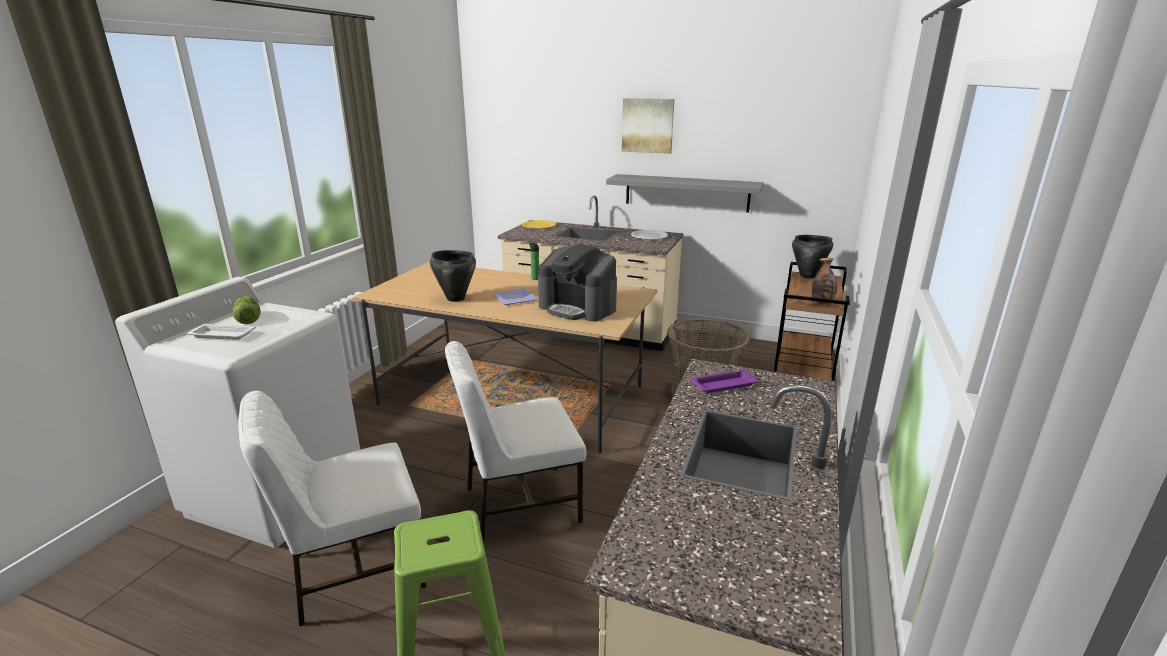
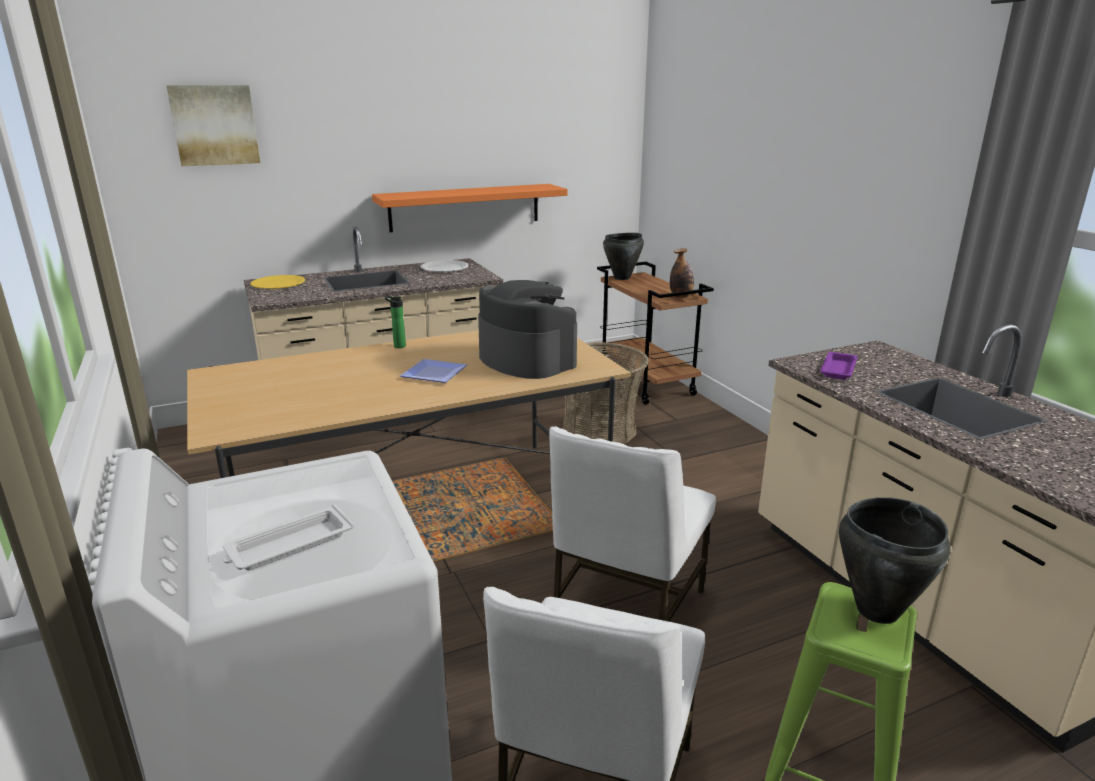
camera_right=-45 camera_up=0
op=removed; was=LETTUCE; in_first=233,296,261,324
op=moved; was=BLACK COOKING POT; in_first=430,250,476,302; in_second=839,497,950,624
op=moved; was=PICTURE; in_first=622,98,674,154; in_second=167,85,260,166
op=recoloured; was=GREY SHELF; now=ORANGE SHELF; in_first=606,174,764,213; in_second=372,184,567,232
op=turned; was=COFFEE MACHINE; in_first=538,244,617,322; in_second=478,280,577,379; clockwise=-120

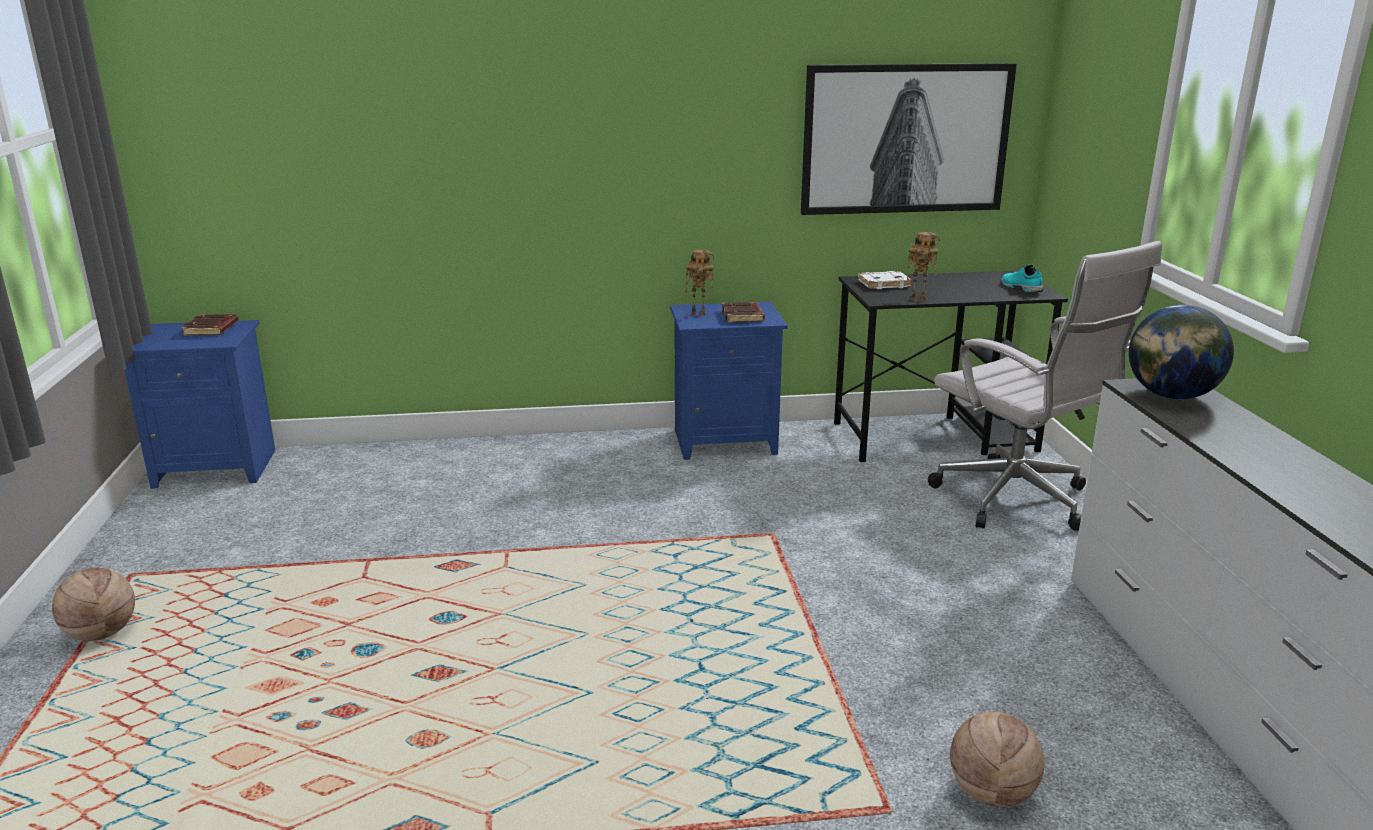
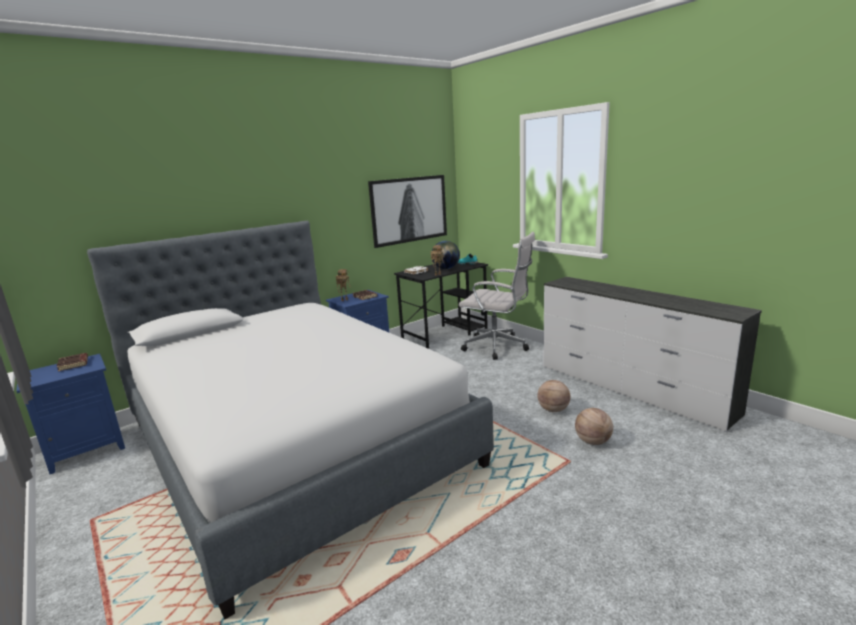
camera_right=-30 camera_up=-5
op=added; now=BED; in_second=87,221,494,620
op=moved; was=BASKETBALL; in_first=52,568,135,641; in_second=537,380,570,412
op=moved; was=GLOBE; in_first=1129,305,1234,399; in_second=432,241,460,269

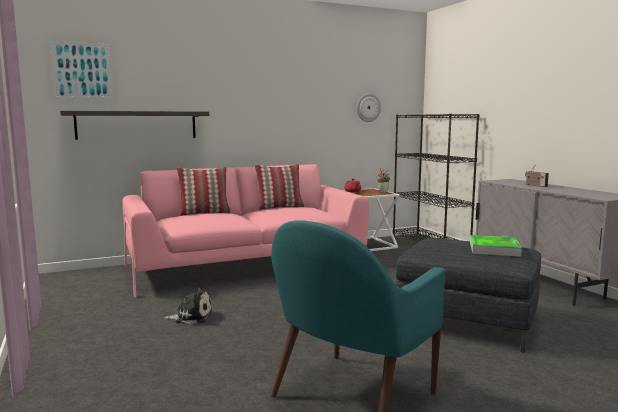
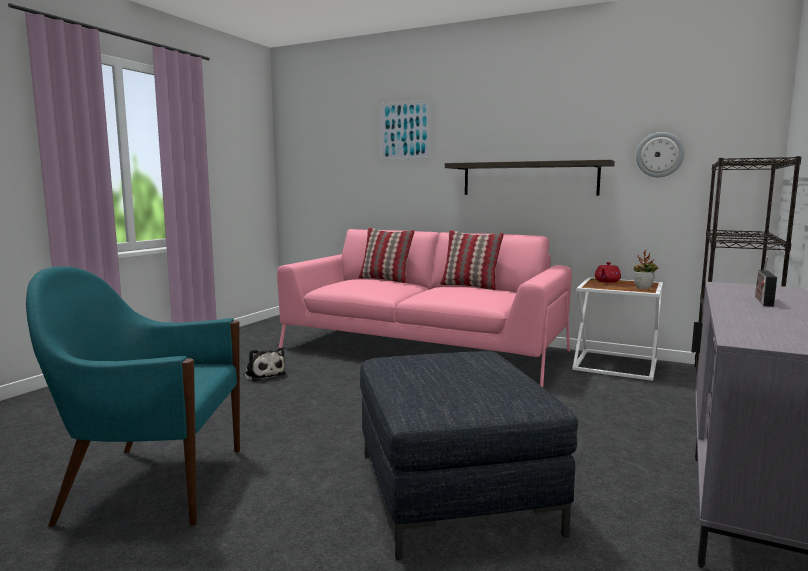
camera_right=50 camera_up=0
op=removed; was=TRAY; in_first=470,235,522,257
op=moved; was=PICTURE; in_first=50,41,113,99; in_second=380,100,431,160
op=moved; was=SHELF; in_first=60,111,209,140; in_second=445,160,615,196

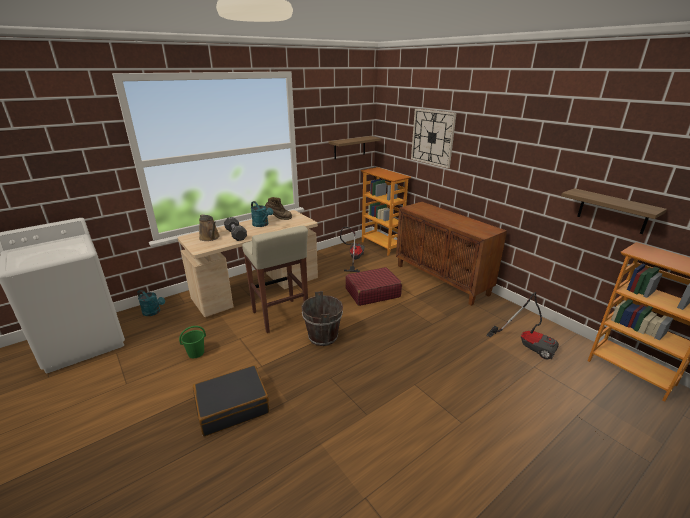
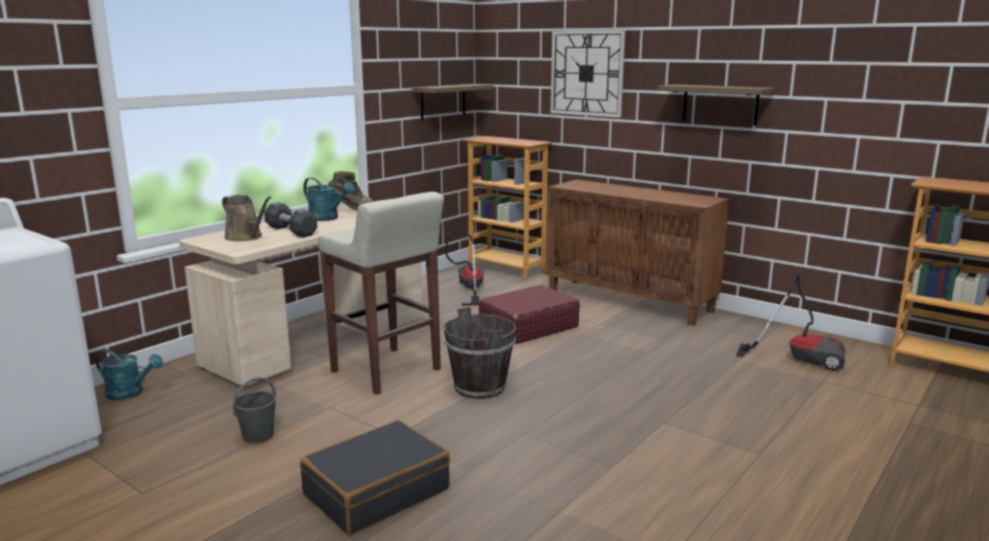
camera_right=-15 camera_up=-10
op=moved; was=SHELF; in_first=561,188,667,234; in_second=658,84,775,125
op=recoloured; was=GREEN BUCKET; now=GREY BUCKET; in_first=179,326,206,358; in_second=233,377,276,443

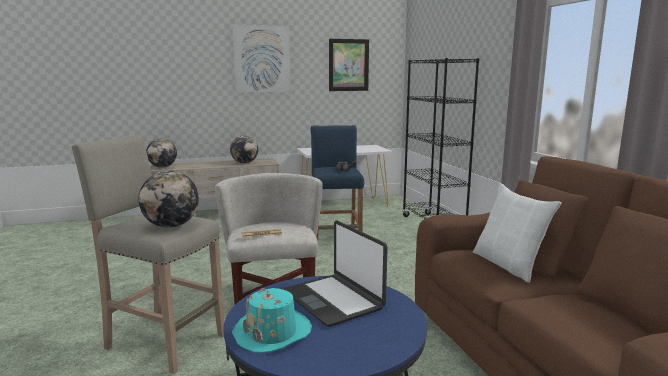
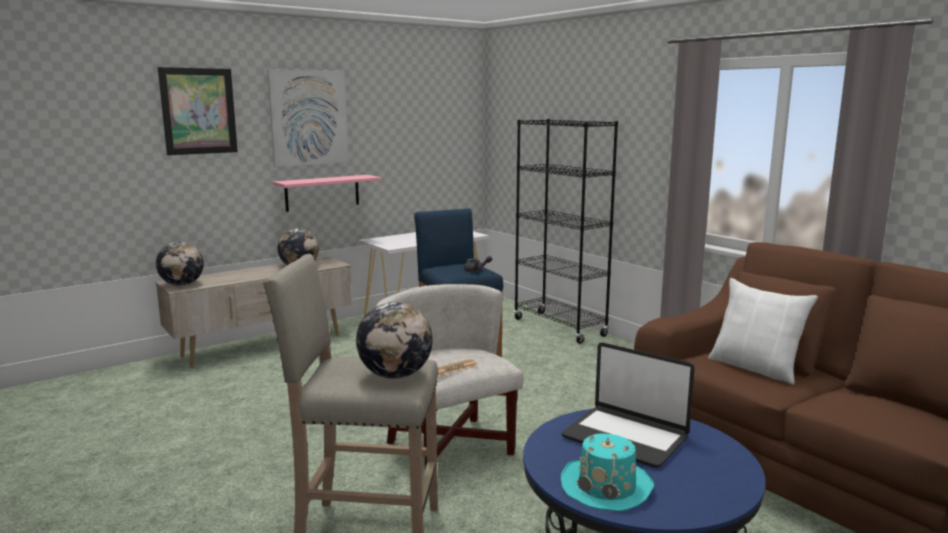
camera_right=-20 camera_up=0
op=added; now=PINK SHELF; in_second=273,175,381,212
op=moved; was=PICTURE; in_first=329,39,369,91; in_second=158,67,238,155

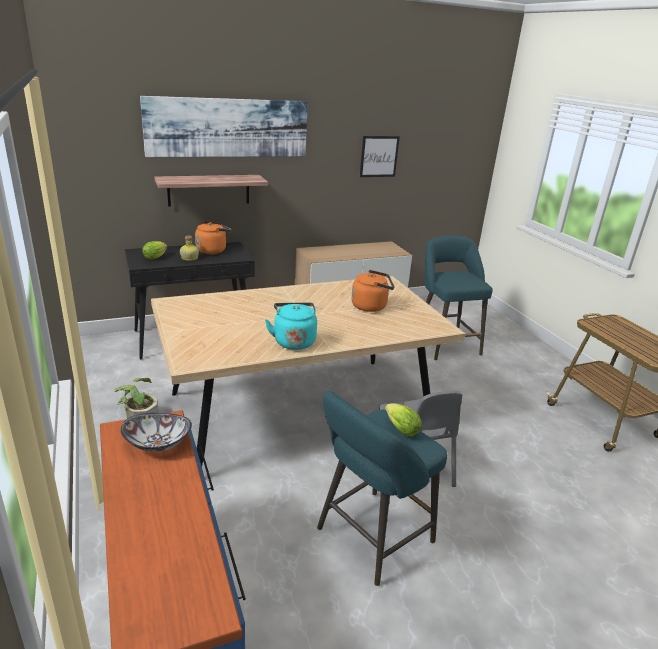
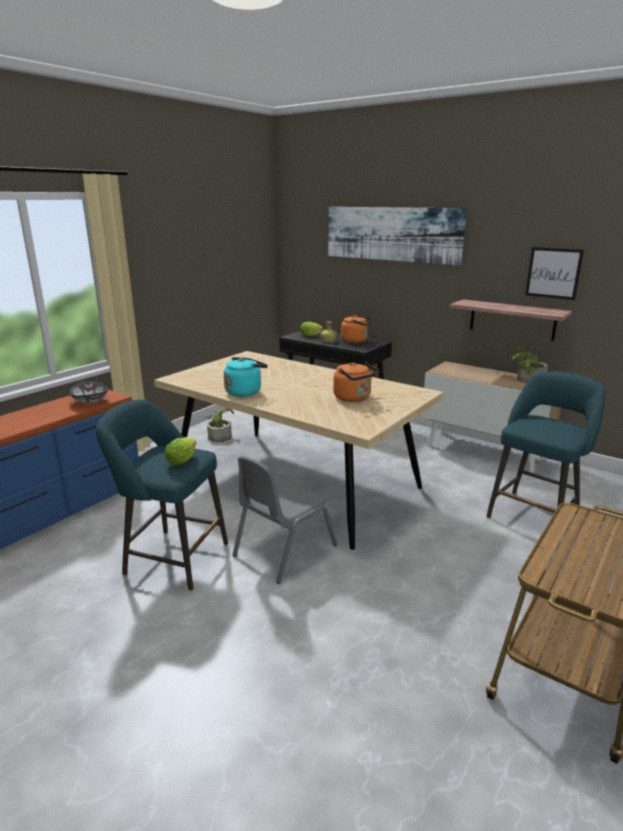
camera_right=60 camera_up=-5
op=added; now=POTTED PLANT; in_second=512,346,548,383
op=moved; was=SHELF; in_first=155,175,268,206; in_second=450,299,572,341

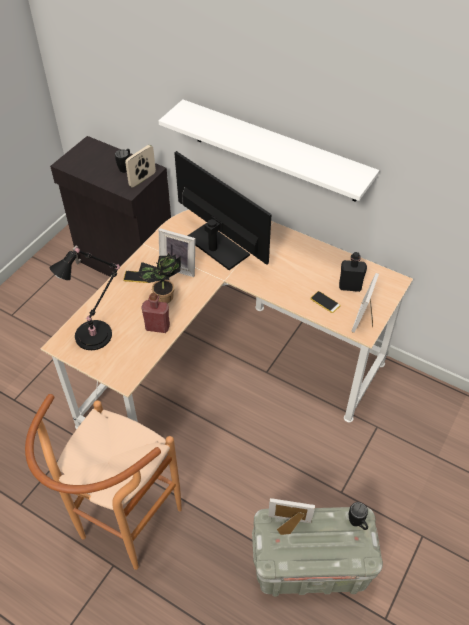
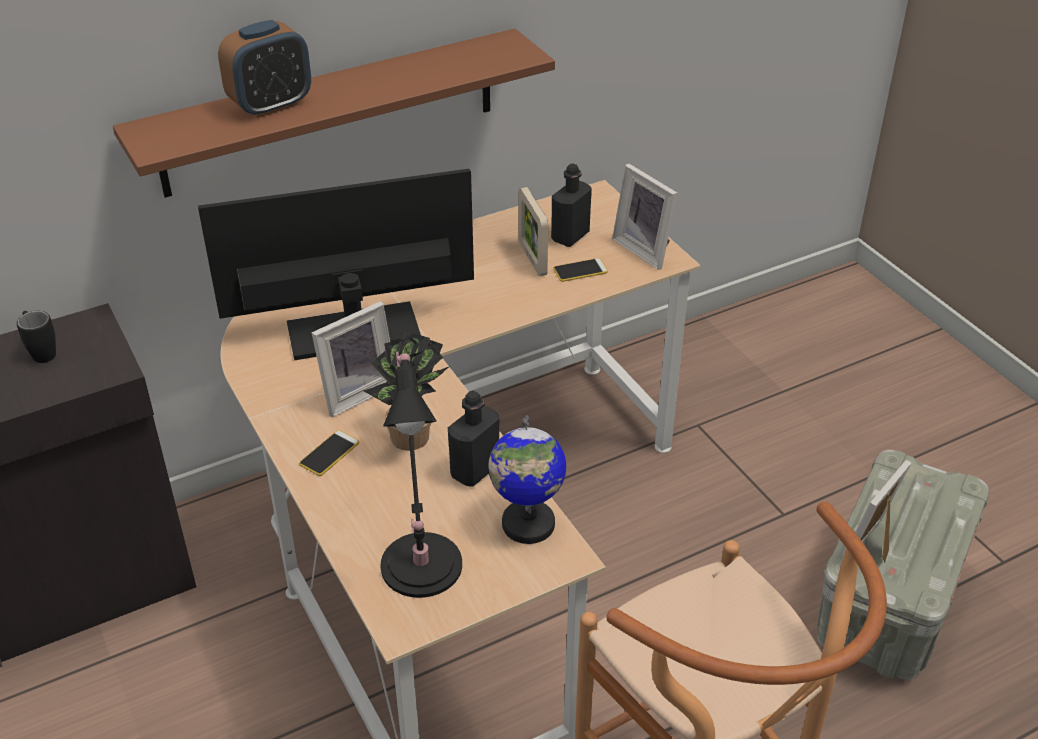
camera_right=-60 camera_up=-10
op=removed; was=BLACK MUG; in_first=349,502,368,530
op=added; now=ALARM CLOCK; in_second=218,20,311,118
op=added; now=GLOBE; in_second=488,415,566,544
op=moved; was=PICTURE FRAME; in_first=125,145,156,188; in_second=519,187,548,276
op=recoloured; was=RED BOTTLE; now=BLACK BOTTLE; in_first=141,293,170,333; in_second=448,390,499,487
op=recoloured; was=WHITE SHELF; now=BROWN SHELF; in_first=159,99,379,202; in_second=113,29,555,198

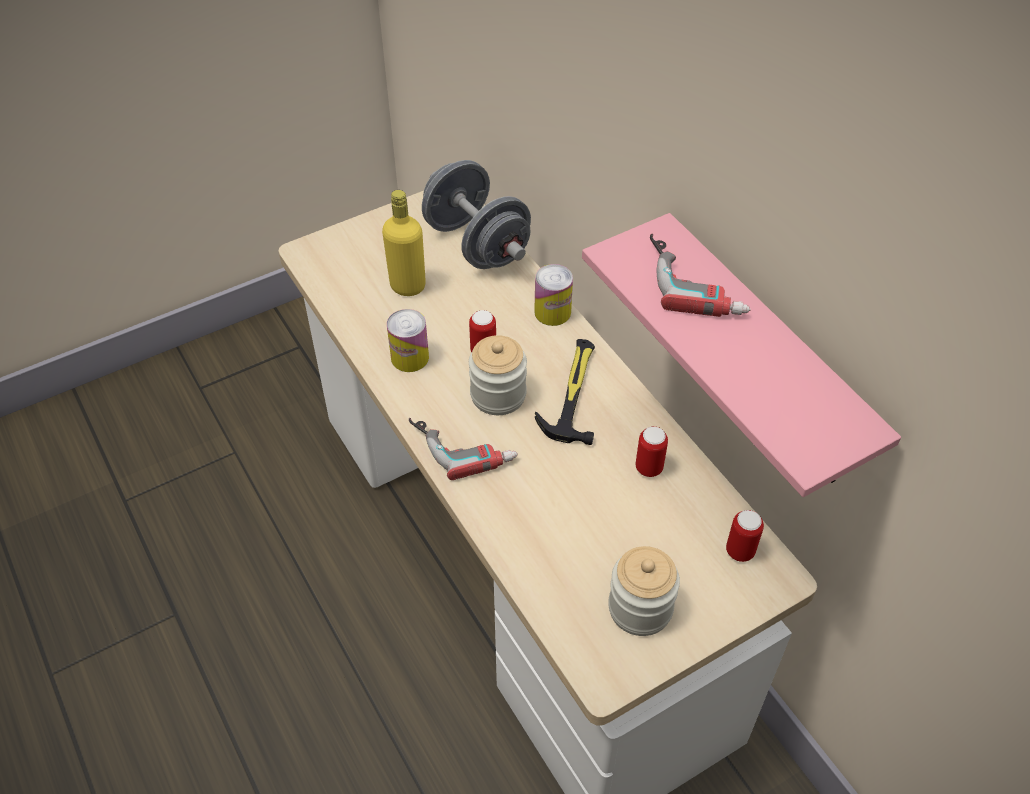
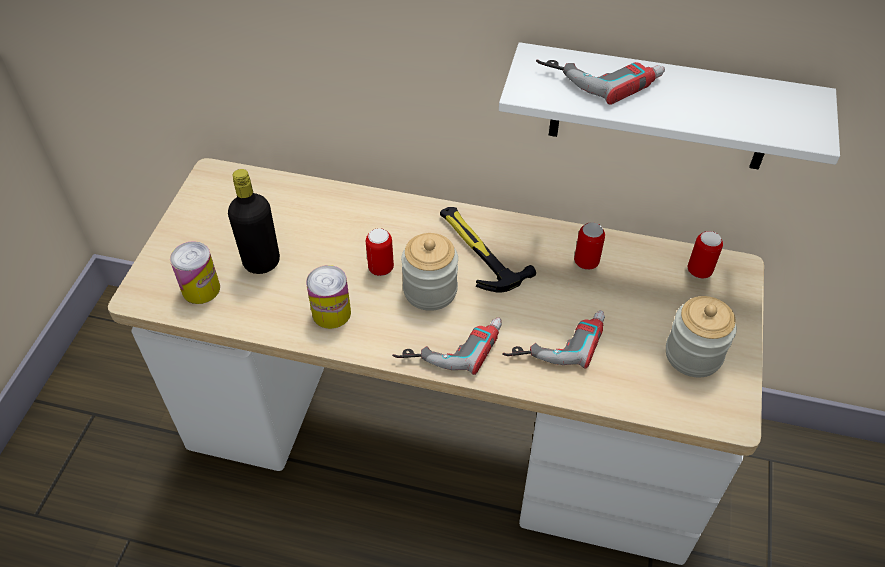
camera_right=-45 camera_up=0
op=removed; was=GREY DUMBBELL; in_first=422,160,531,269
op=added; now=POWER DRILL; in_second=502,310,605,368
op=moved; was=CAN; in_first=534,264,573,326; in_second=170,241,220,304
op=recoloured; was=YELLOW BOTTLE; now=BLACK BOTTLE; in_first=382,190,426,296; in_second=228,169,280,274
op=recoloured; was=PINK SHELF; now=WHITE SHELF; in_first=582,213,901,497; in_second=499,42,840,170

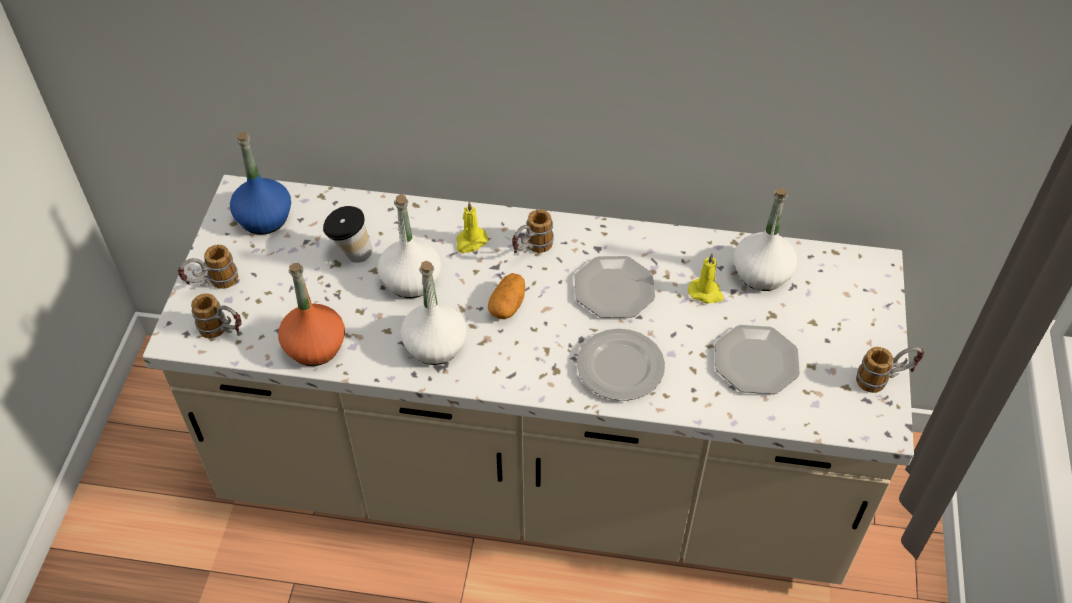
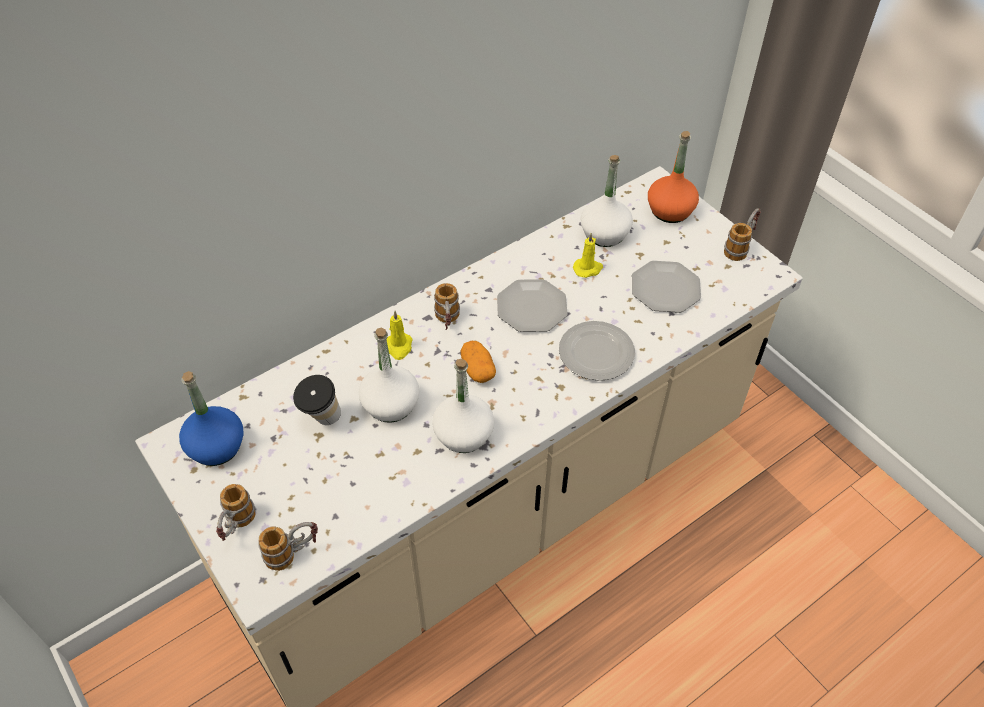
camera_right=-45 camera_up=0
op=moved; was=ORANGE BOTTLE; in_first=278,263,345,366; in_second=648,131,699,223

